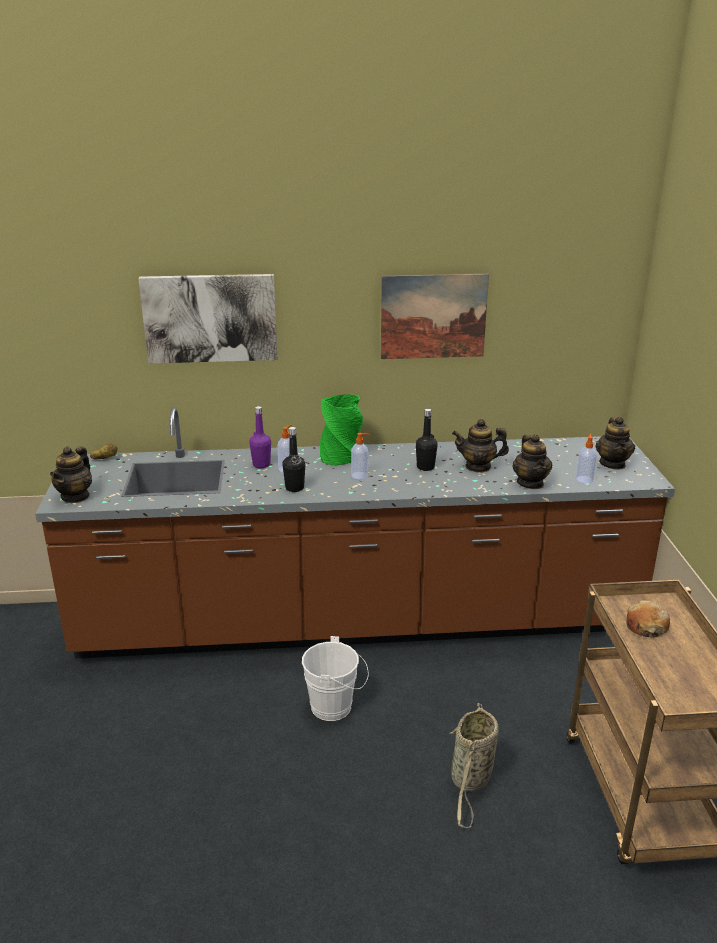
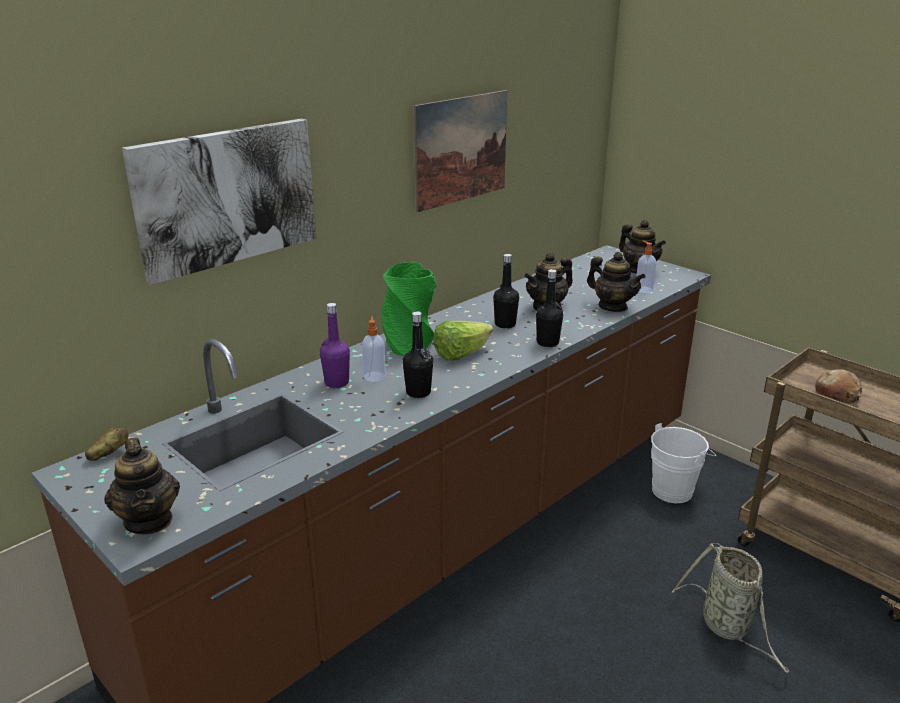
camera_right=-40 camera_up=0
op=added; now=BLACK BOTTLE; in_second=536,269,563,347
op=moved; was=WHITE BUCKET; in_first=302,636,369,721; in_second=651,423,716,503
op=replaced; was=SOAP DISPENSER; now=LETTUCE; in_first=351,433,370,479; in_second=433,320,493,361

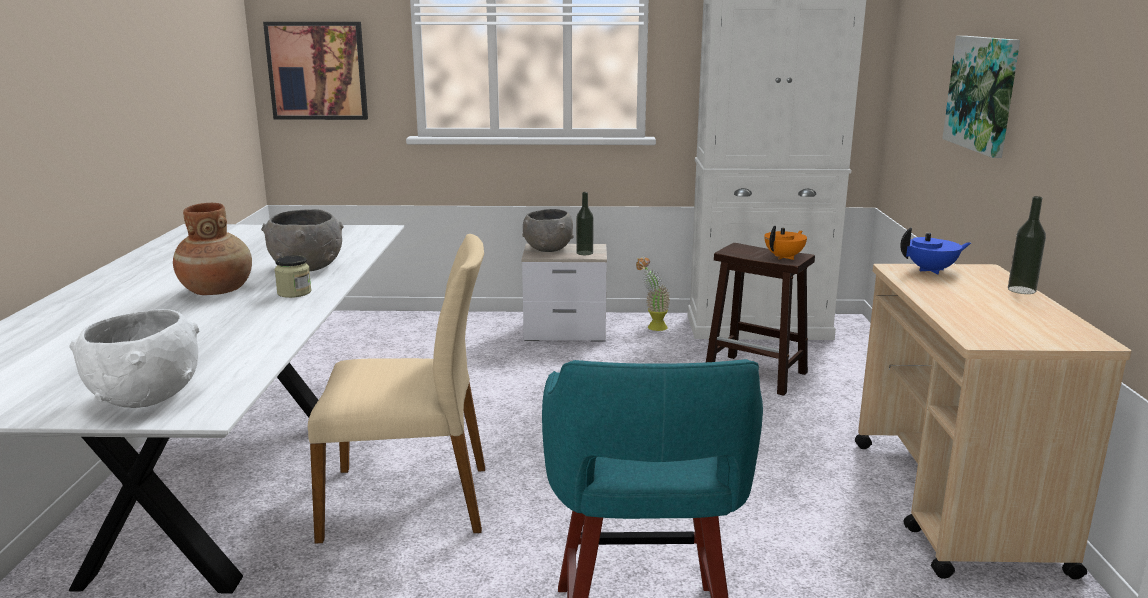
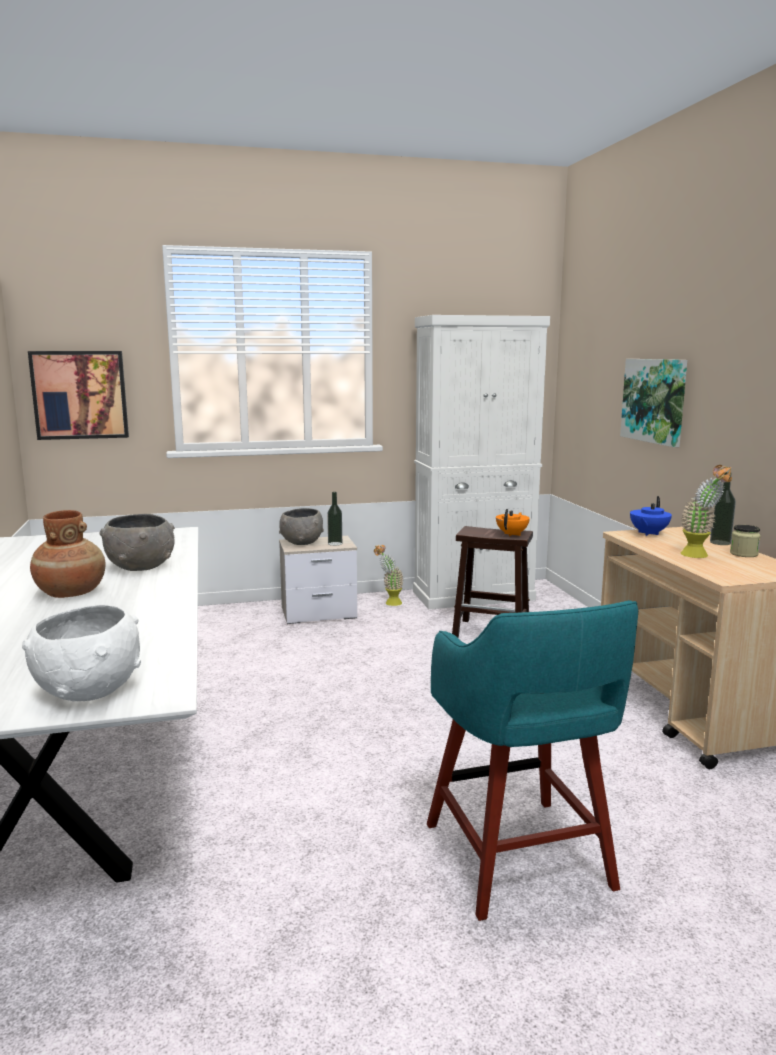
camera_right=-15 camera_up=-5
op=removed; was=BEIGE CHAIR; in_first=308,234,485,543
op=added; now=POTTED PLANT; in_second=680,465,732,558
op=moved; was=JAR; in_first=274,255,311,298; in_second=730,525,761,557
op=turned; was=BLUE TEAPOT; in_first=900,227,971,275; in_second=630,496,672,536; clockwise=150

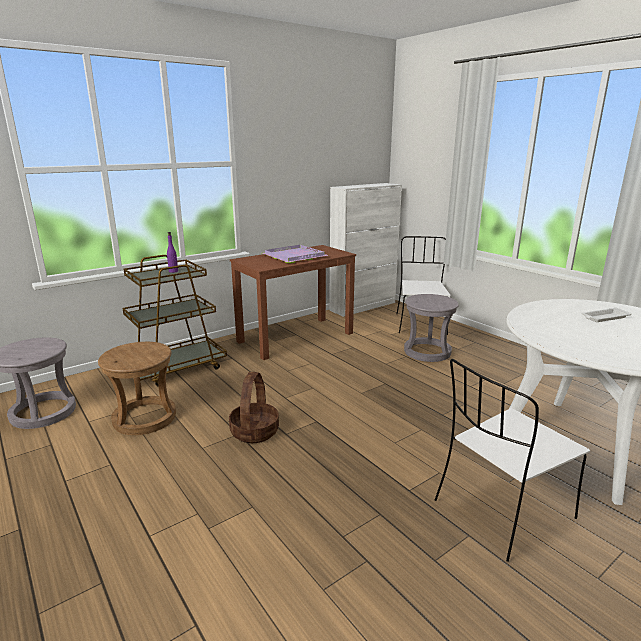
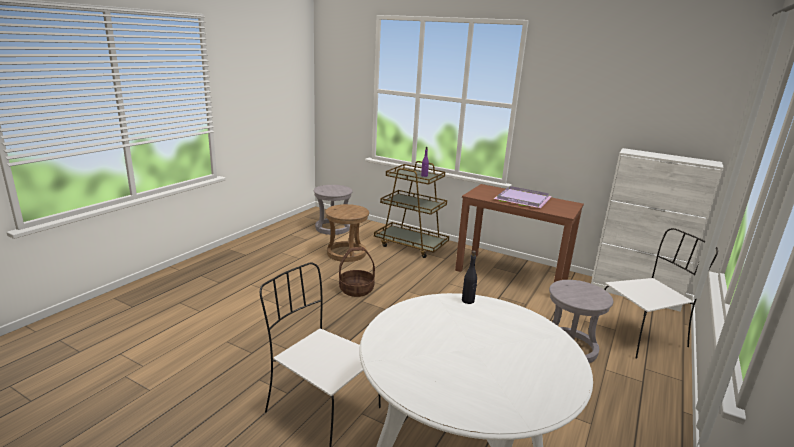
camera_right=65 camera_up=0
op=removed; was=WHITE TRAY; in_first=581,307,632,322
op=added; now=BLACK BOTTLE; in_second=462,251,477,304

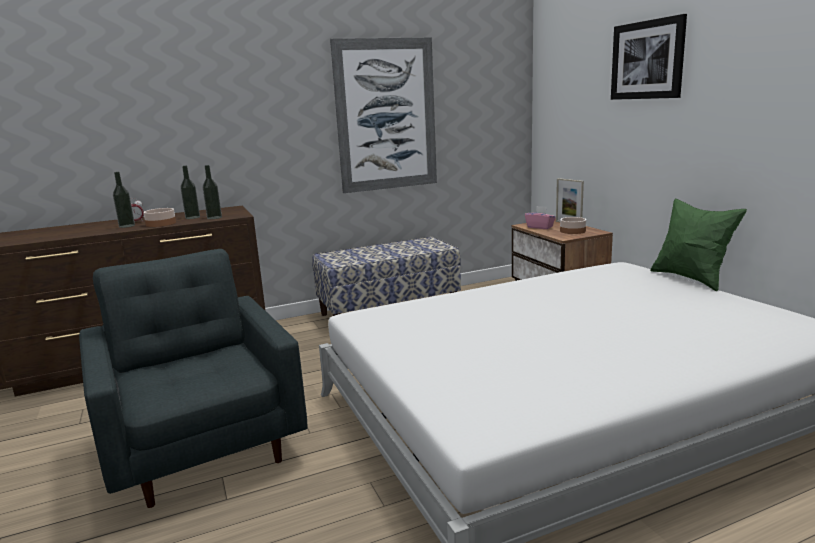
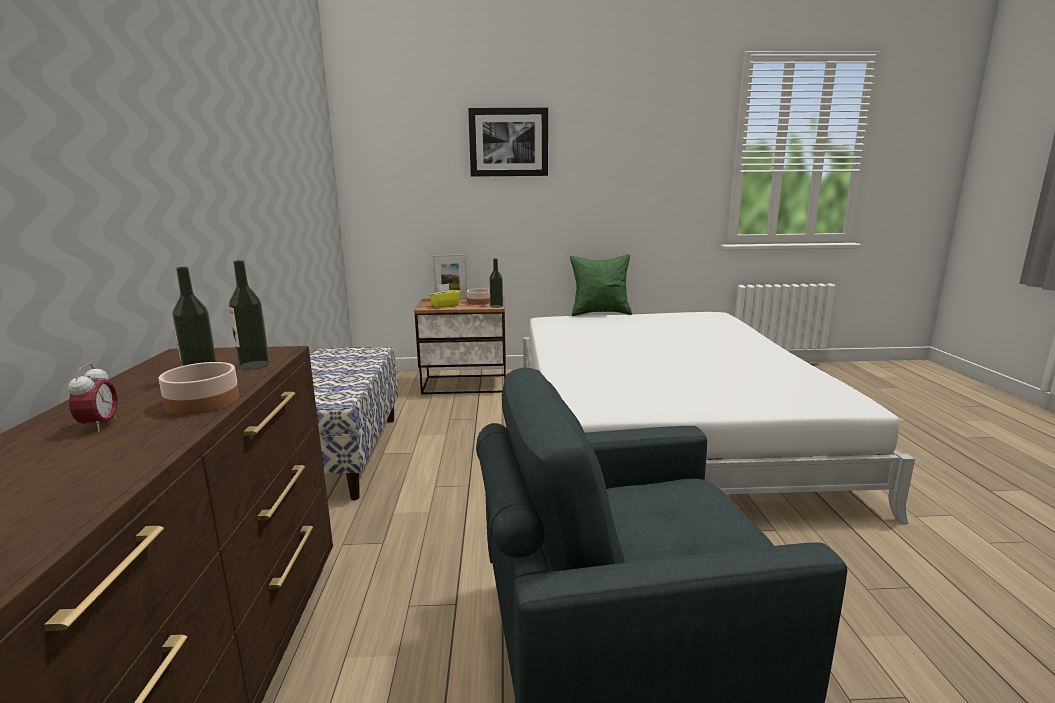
camera_right=-70 camera_up=0
op=removed; was=PICTURE; in_first=330,37,437,193
op=moved; was=BOTTLE; in_first=113,172,135,228; in_second=489,258,503,308
op=recoloured; was=PINK TISSUE BOX; now=YELLOW TISSUE BOX; in_first=525,206,556,229; in_second=429,283,461,308

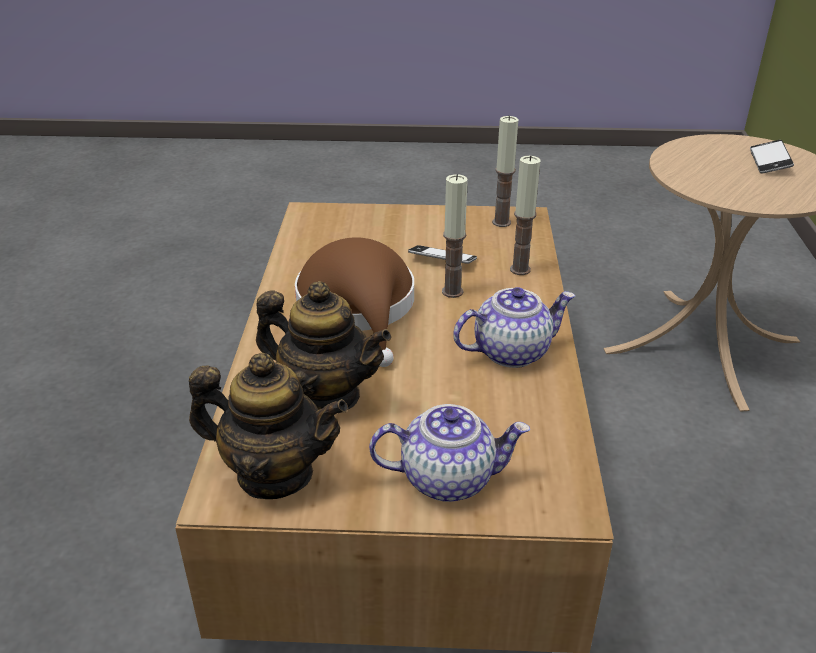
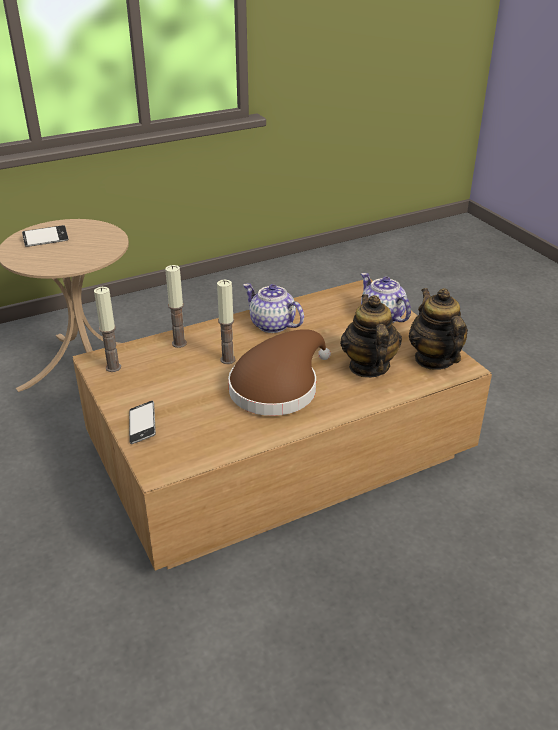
camera_right=-120 camera_up=0
op=moved; was=PHONE; in_first=408,245,477,264; in_second=129,401,156,444

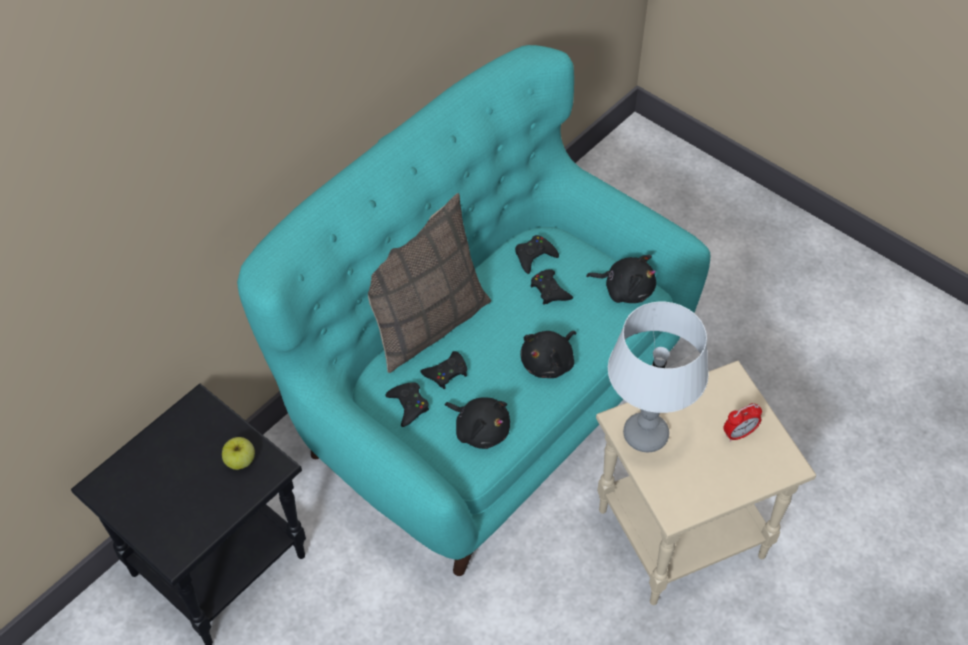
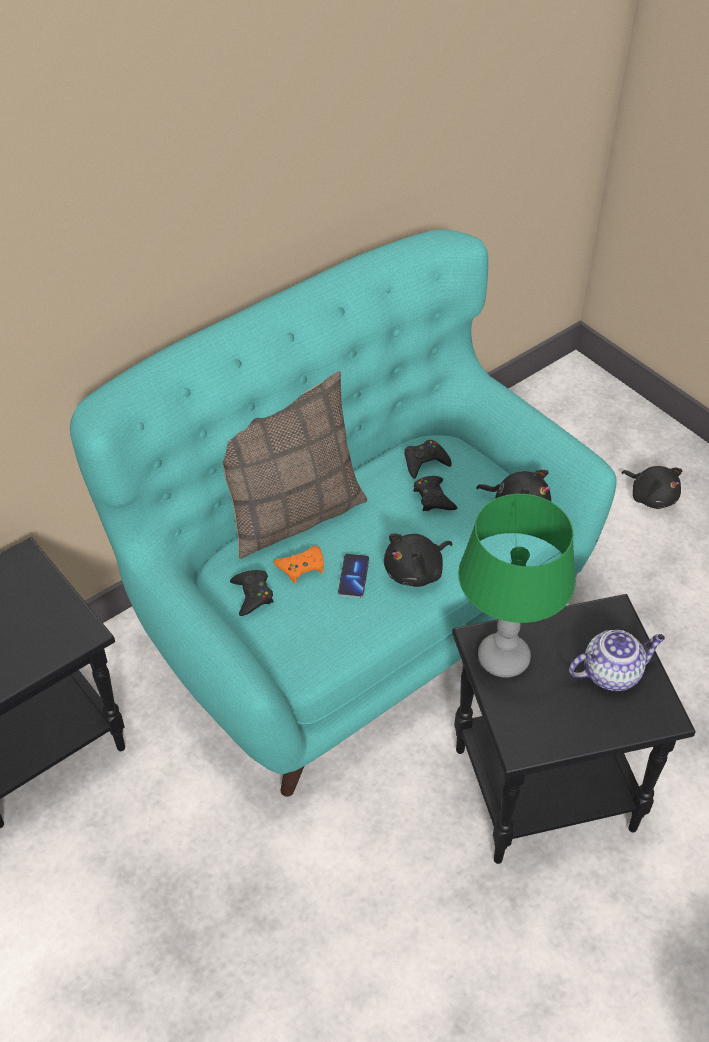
camera_right=10 camera_up=-5
op=removed; was=APPLE; in_first=222,437,255,470
op=added; now=PHONE; in_second=338,554,369,598
op=moved; was=BLACK PLUSH TOY; in_first=445,397,510,449; in_second=622,466,682,509
op=replaced; was=ALARM CLOCK; now=TEAPOT; in_first=724,403,762,442; in_second=569,630,665,691
op=recoloured; was=BLACK GAME CONTROLLER; now=ORANGE GAME CONTROLLER; in_first=421,351,467,389; in_second=274,545,324,583
op=recoloured; was=BEIGE SIDE TABLE; now=BLACK SIDE TABLE; in_first=596,361,816,605; in_second=452,594,696,864
op=recoloured; was=WHITE TABLE LAMP; now=GREEN TABLE LAMP; in_first=608,302,709,452; in_second=458,494,576,678

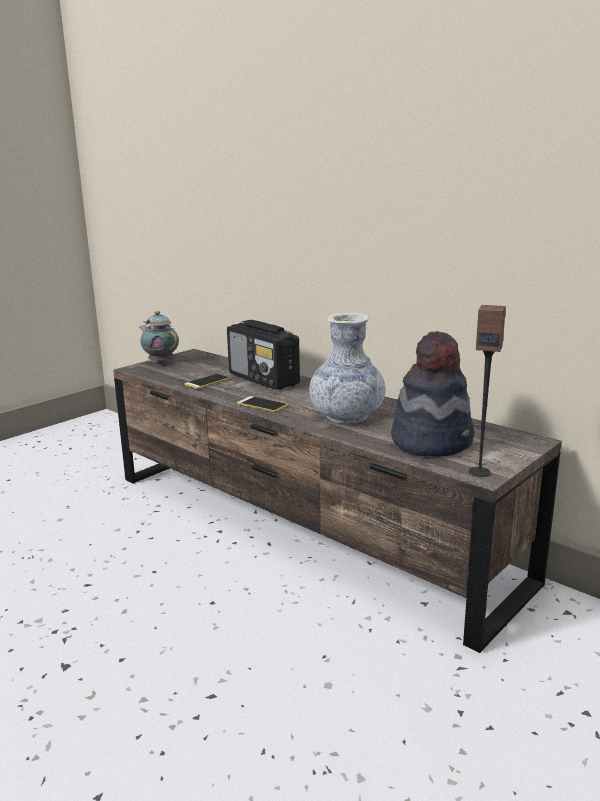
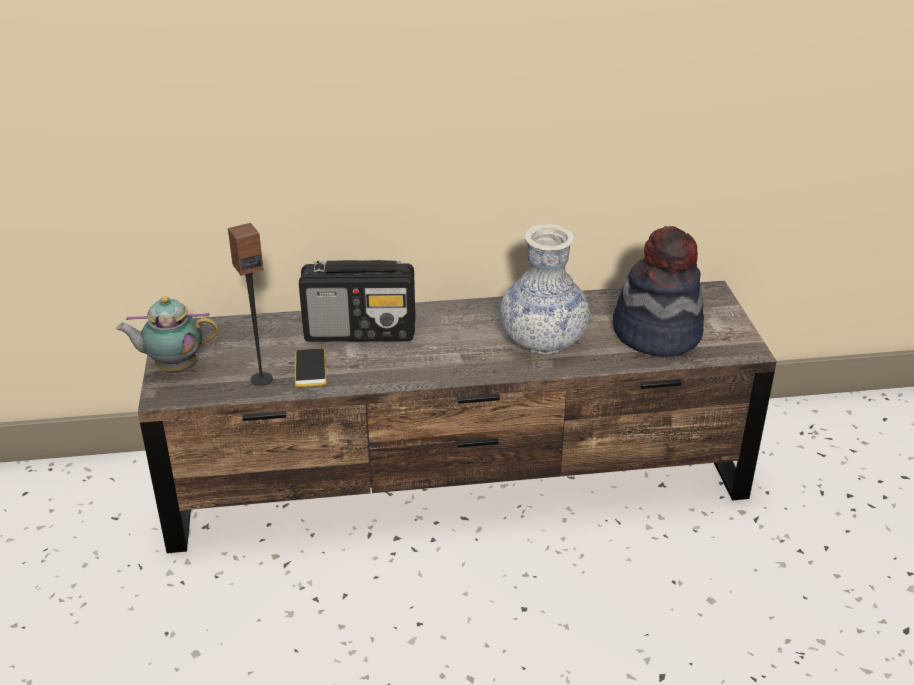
camera_right=-50 camera_up=15
op=removed; was=PHONE; in_first=237,396,288,412
op=moved; was=SPEAKER; in_first=468,305,506,477; in_second=228,223,273,386

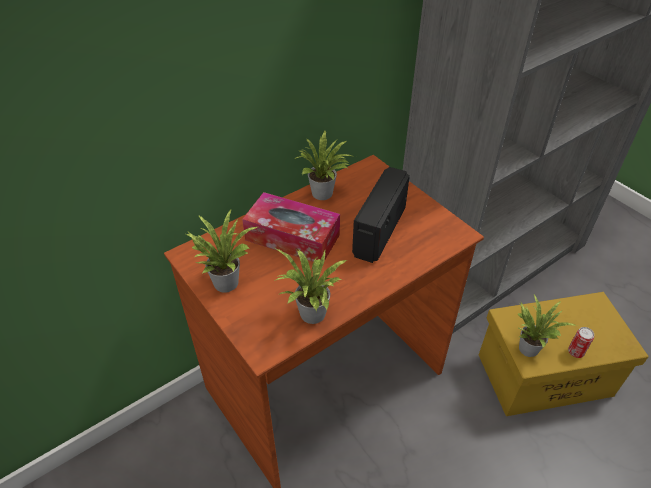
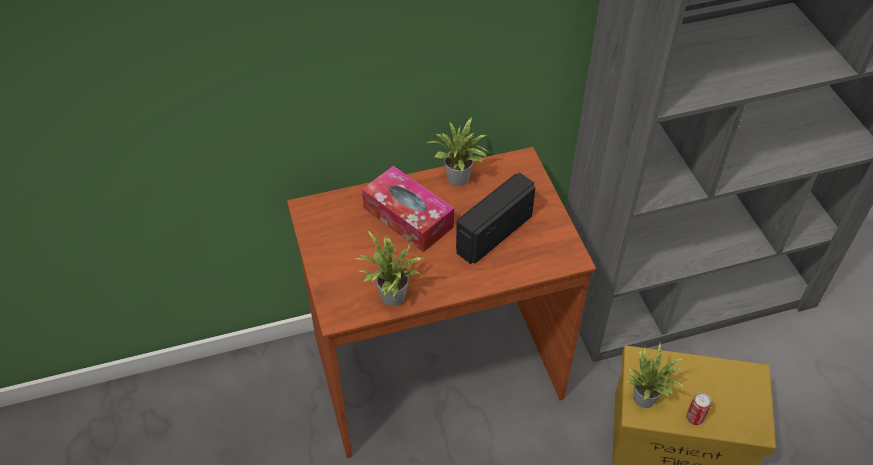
camera_right=20 camera_up=5
op=removed; was=POTTED PLANT; in_first=186,208,257,293

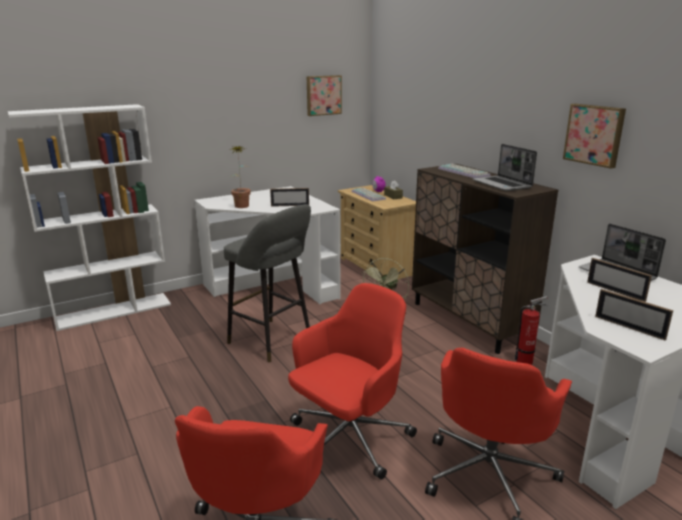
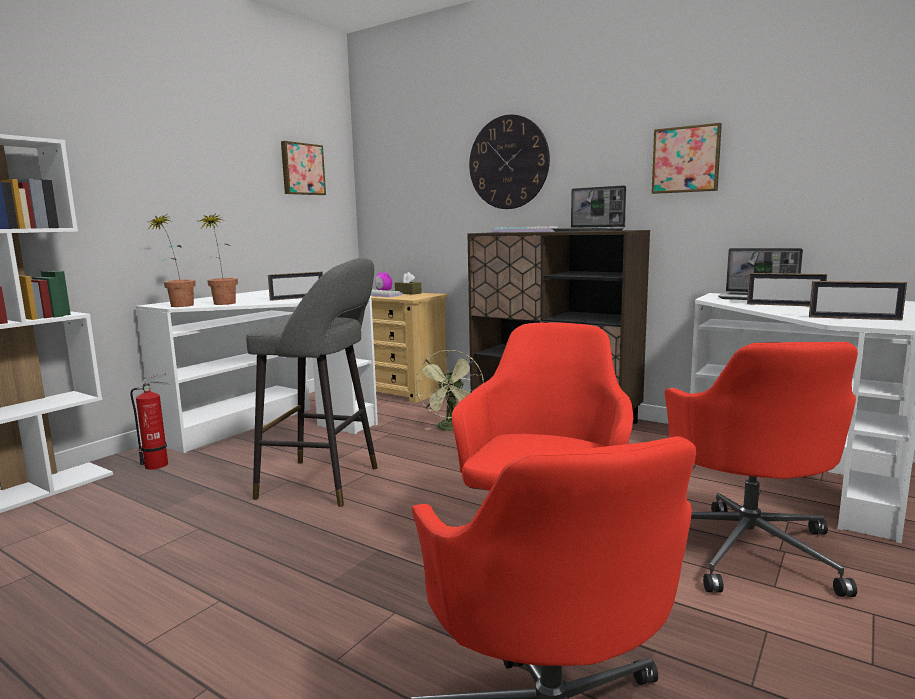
camera_right=-25 camera_up=-10
op=added; now=POTTED PLANT; in_second=147,215,196,307
op=added; now=WALL CLOCK; in_second=469,115,550,209
op=moved; was=FIRE EXTINGUISHER; in_first=515,296,548,365; in_second=130,372,170,469

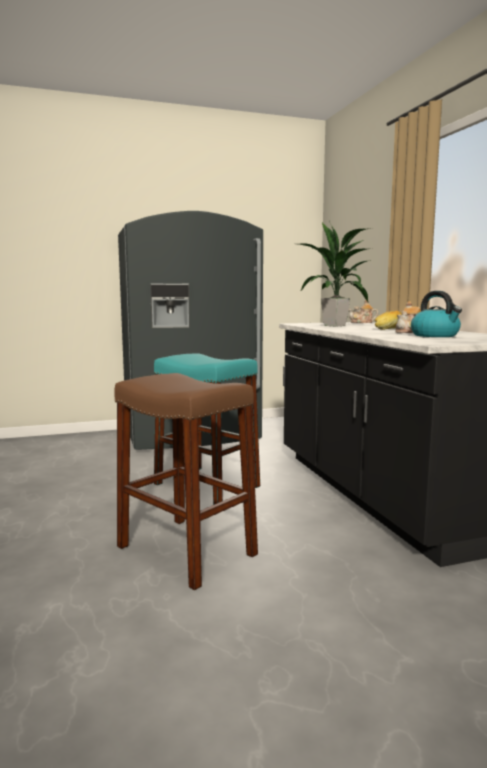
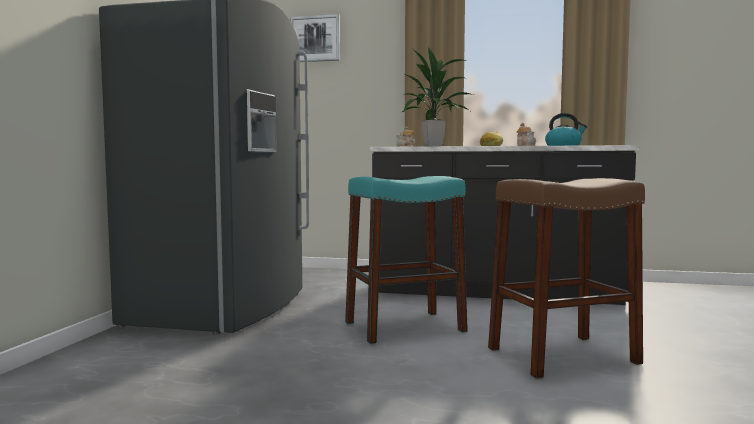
camera_right=-60 camera_up=-5
op=added; now=PICTURE; in_second=290,14,340,62

